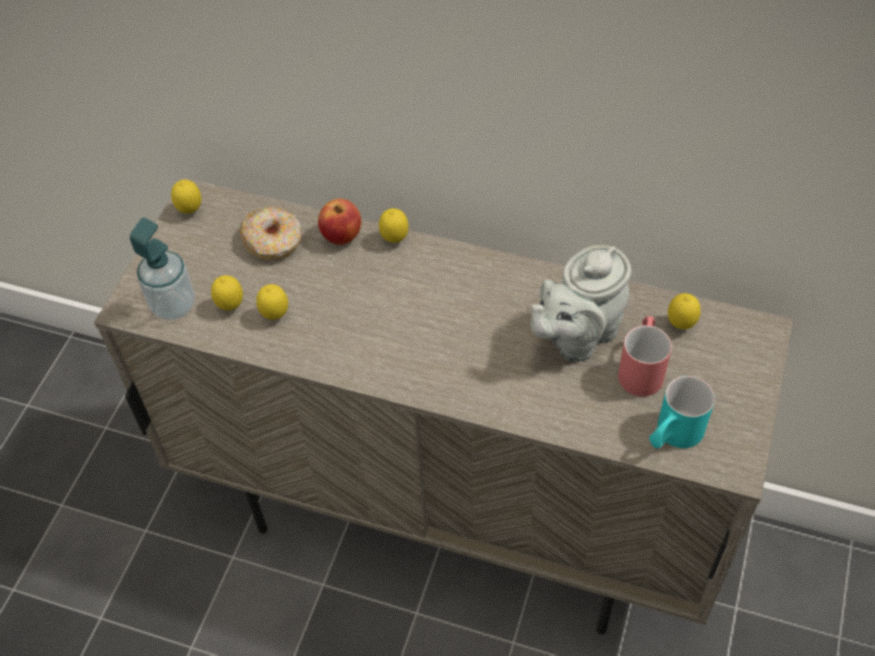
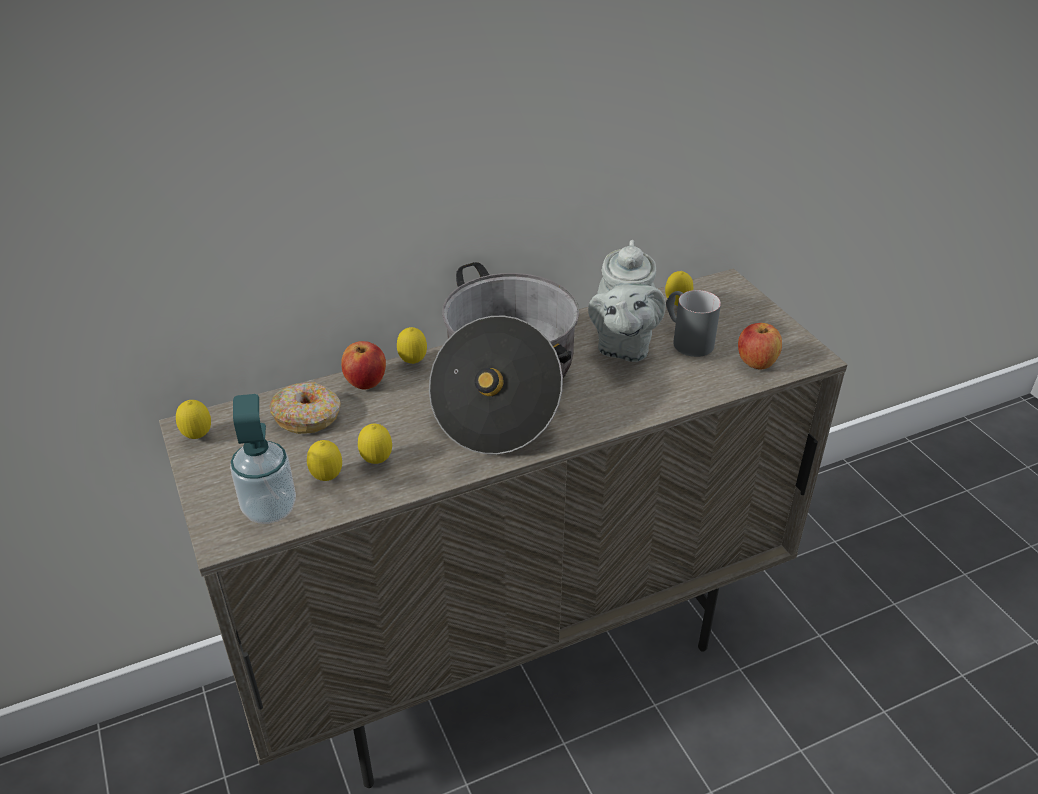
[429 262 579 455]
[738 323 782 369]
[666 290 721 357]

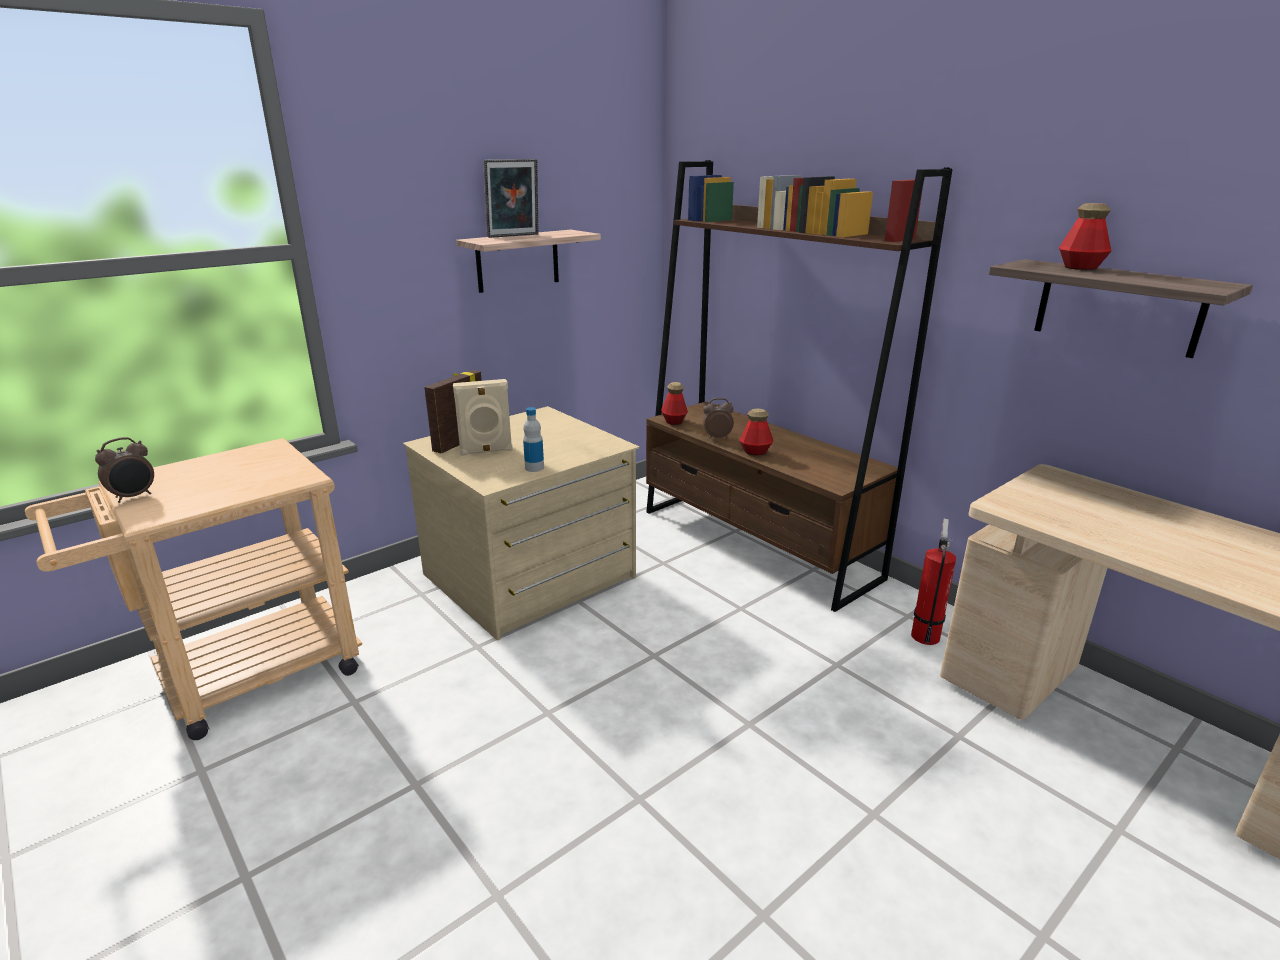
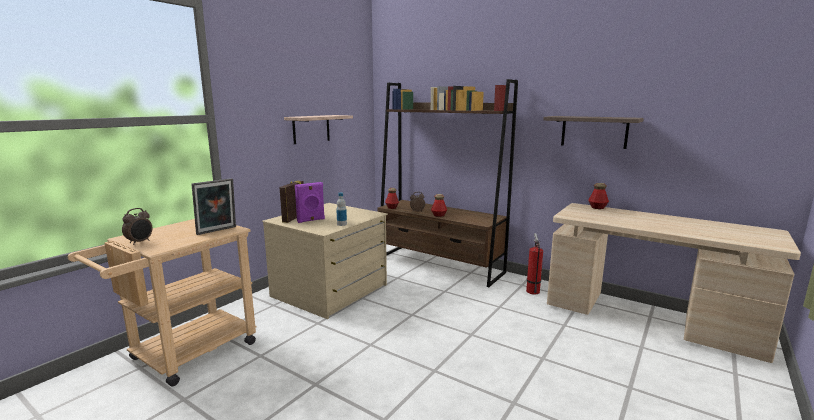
[191 178 236 235]
[588 183 609 209]
[295 182 325 223]

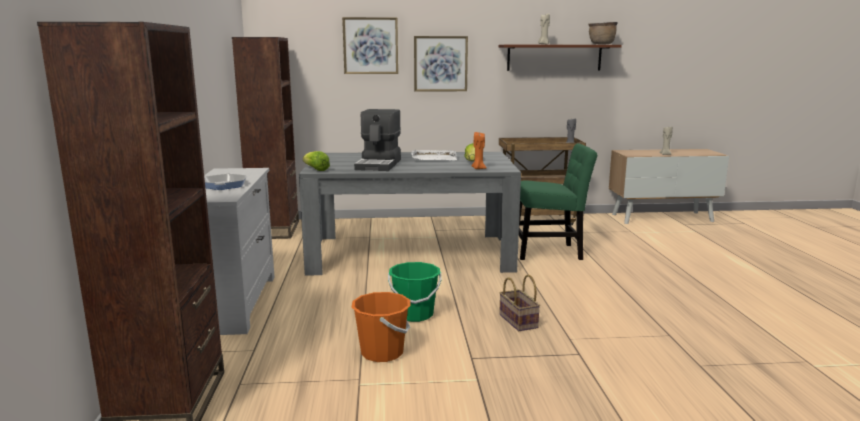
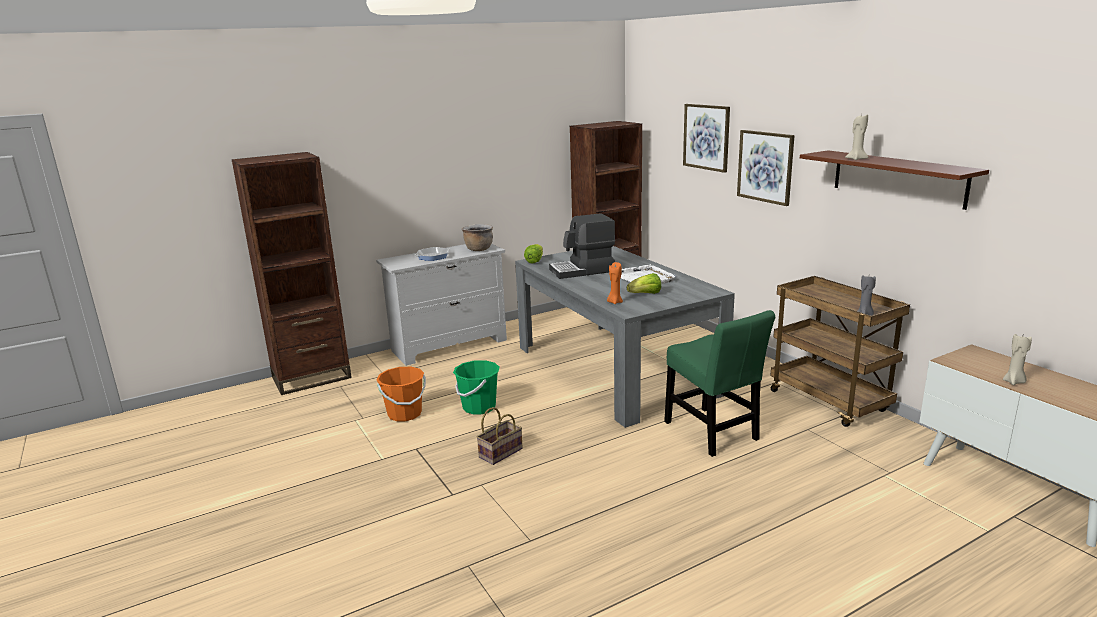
[462 224 493 251]

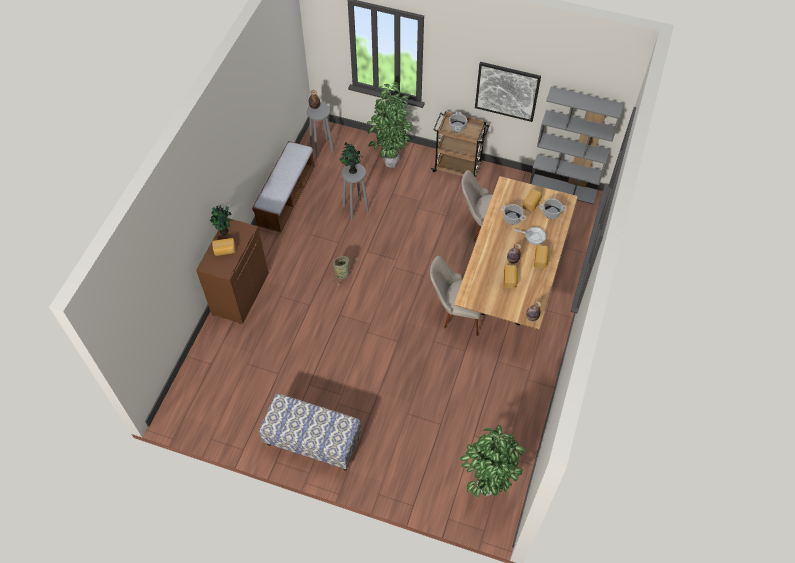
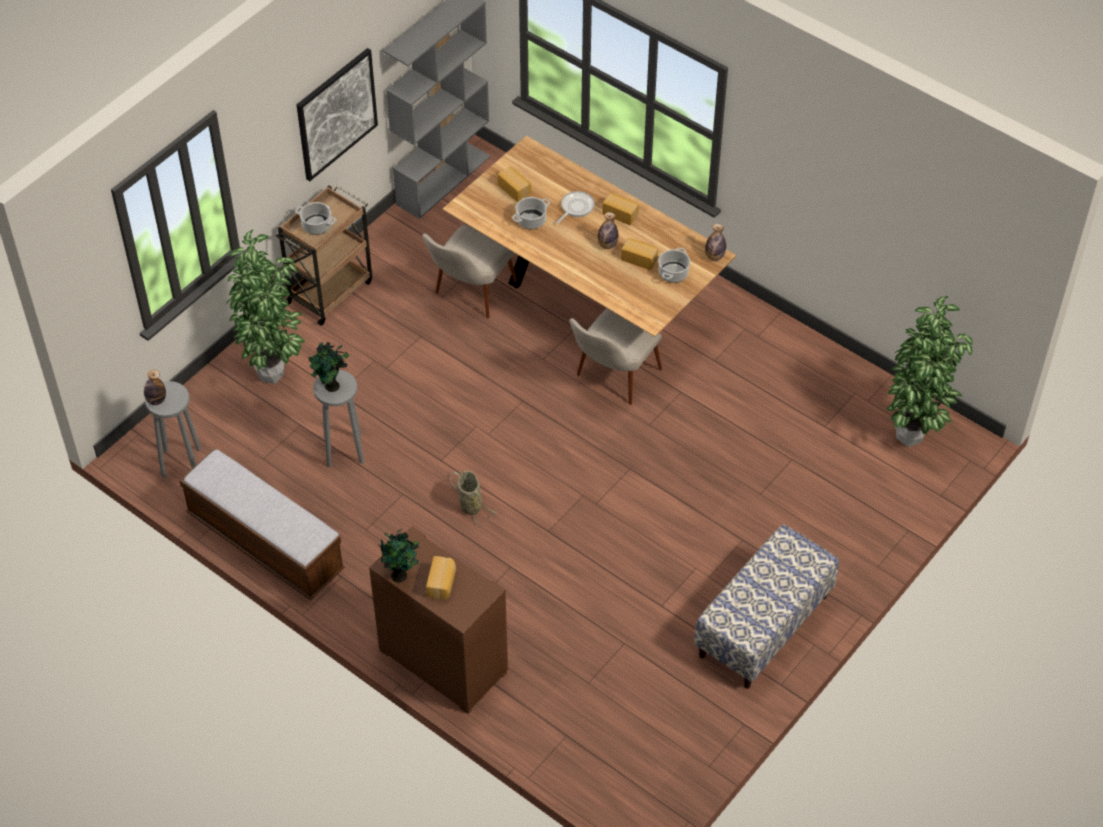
[658 247 690 283]

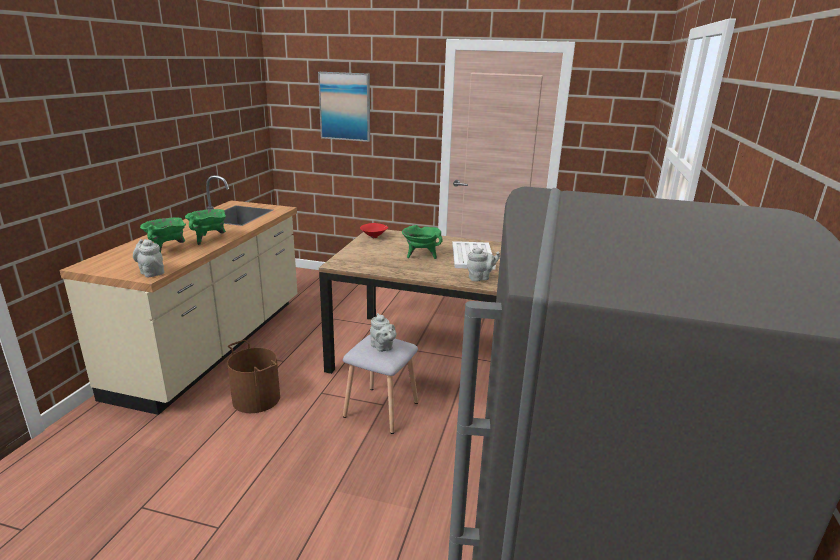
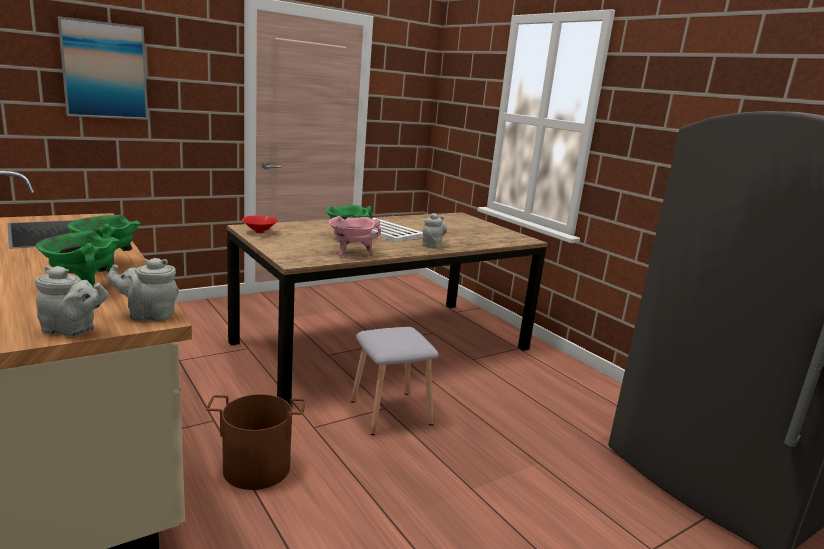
[329 216 381 256]
[35 266 109 336]

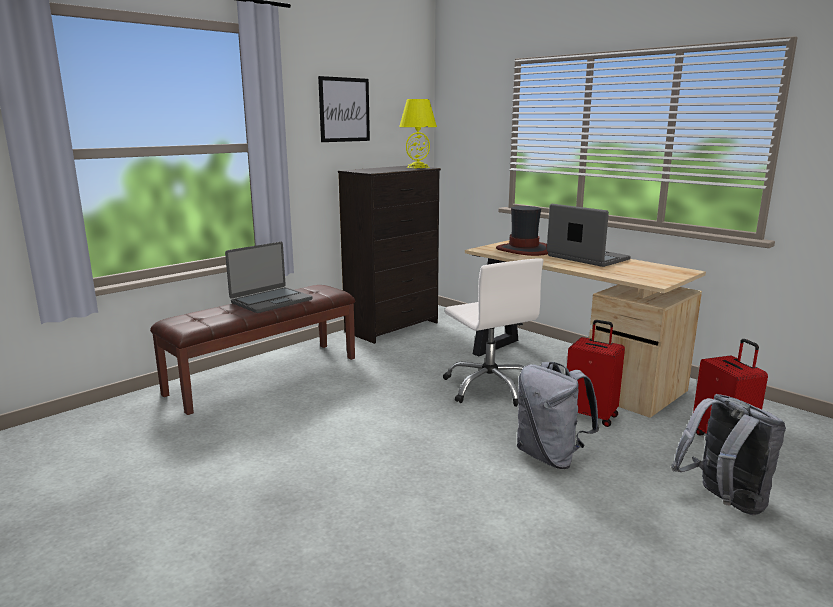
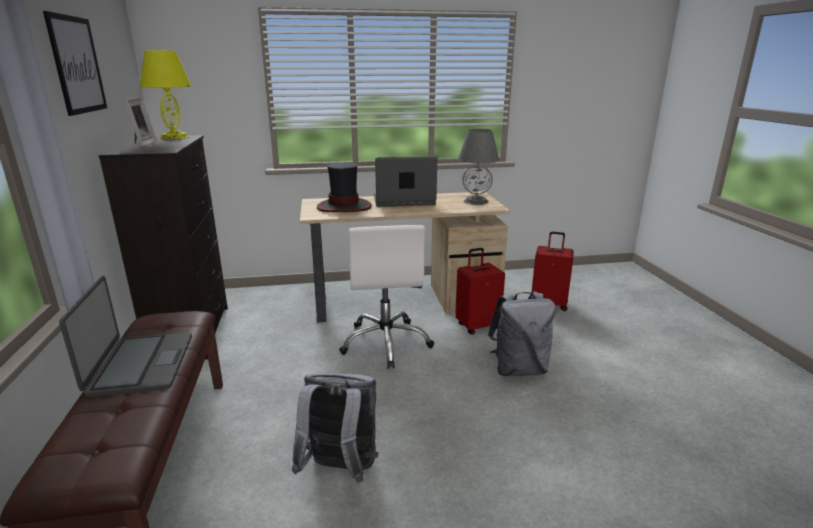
[124 97 157 147]
[458 129 499 205]
[292 373 378 483]
[339 225 434 369]

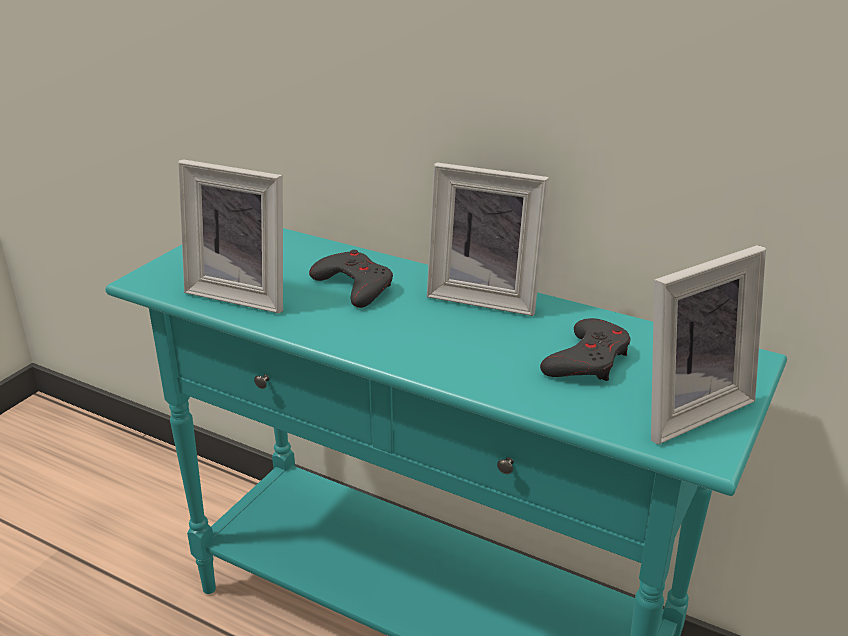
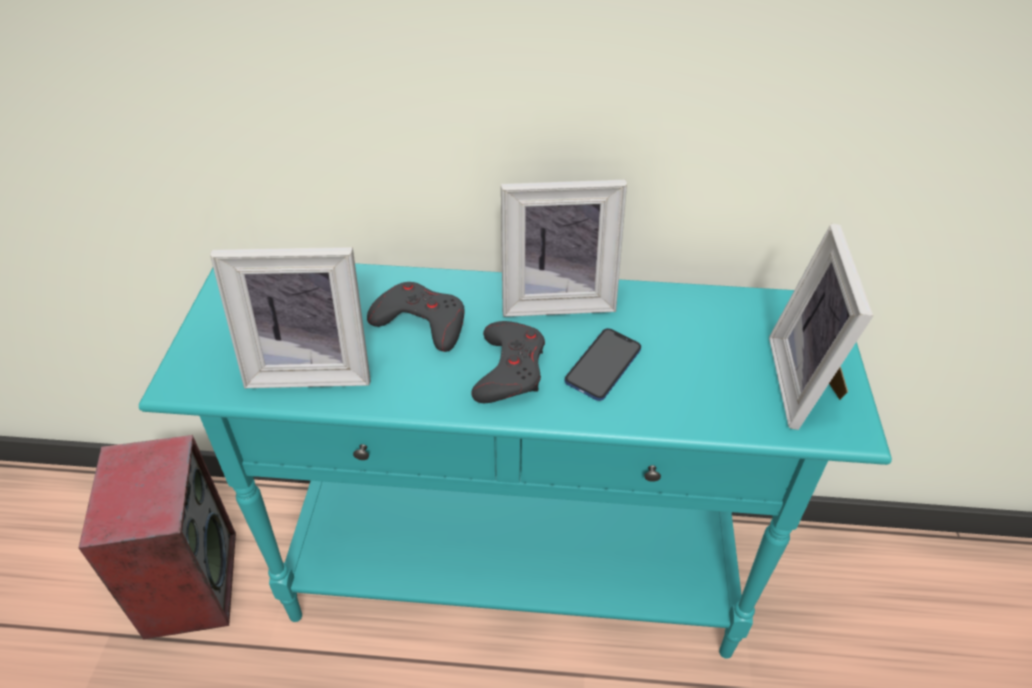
[79 435 236 639]
[565 328 641 401]
[472 321 545 403]
[769 224 874 430]

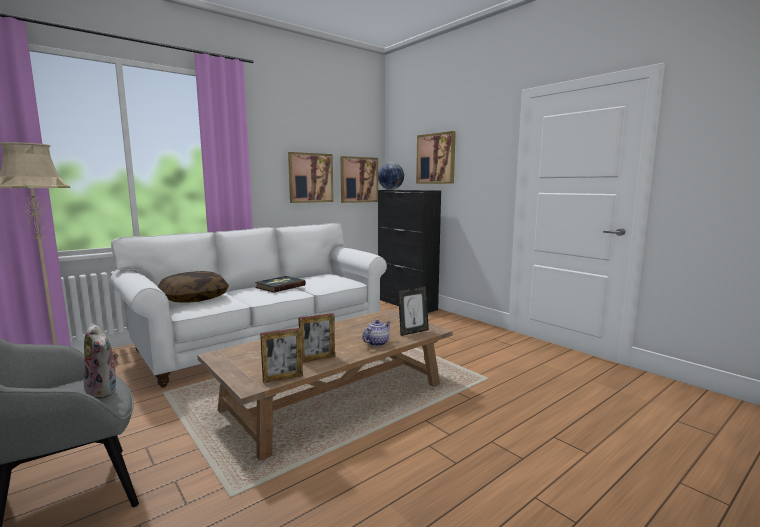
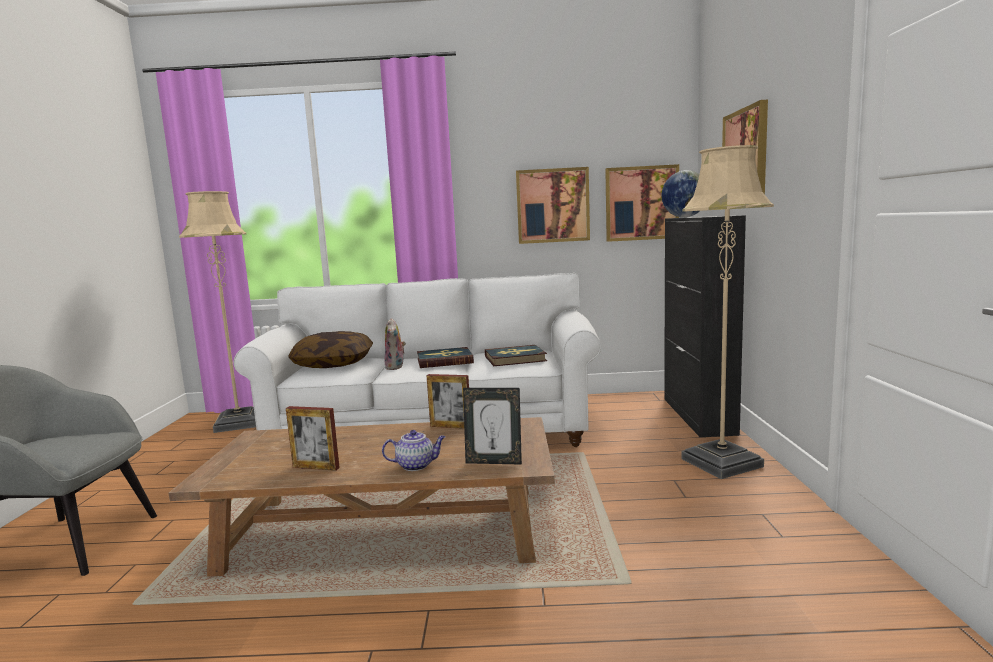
[485 345 547 366]
[681 145 774 479]
[384 318 406 370]
[427 374 469 429]

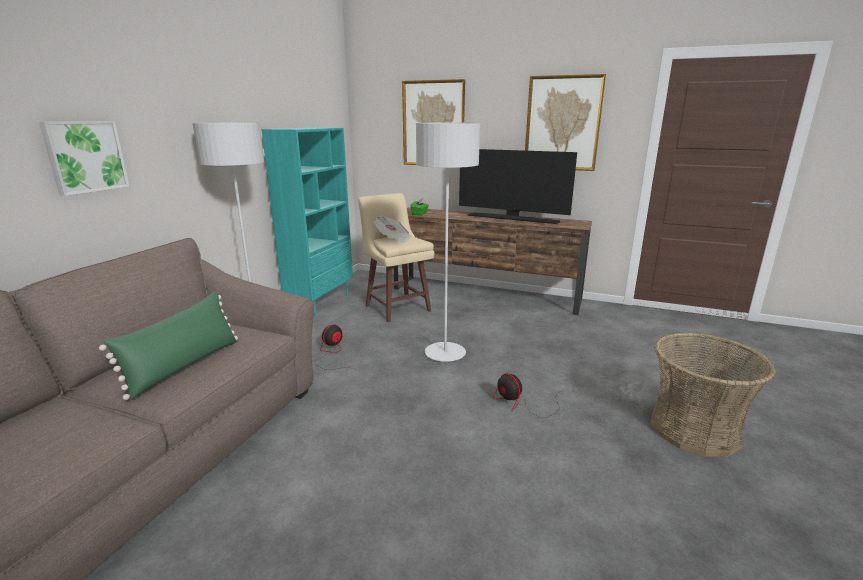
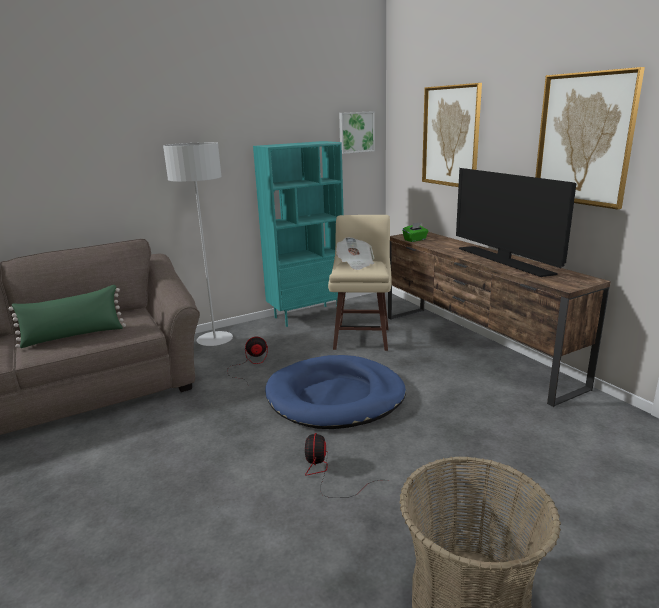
[339 111 375 154]
[265 355 406 429]

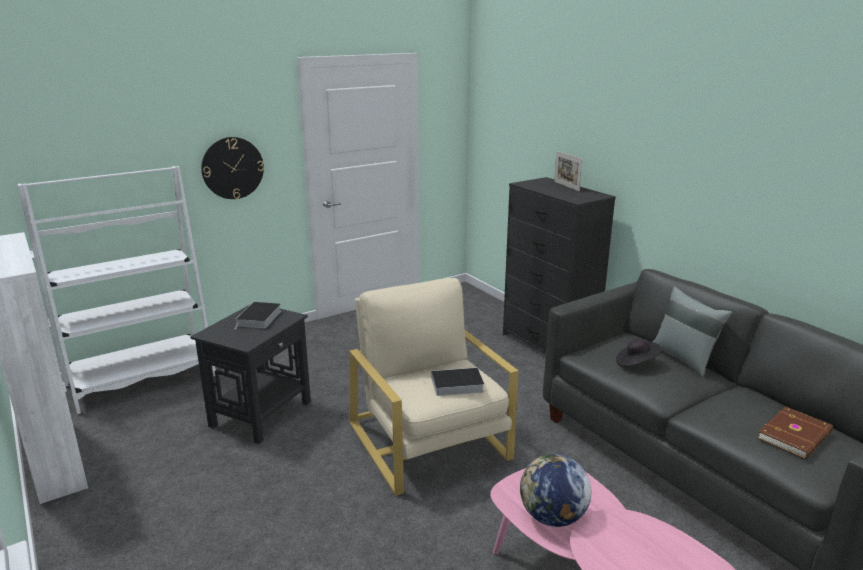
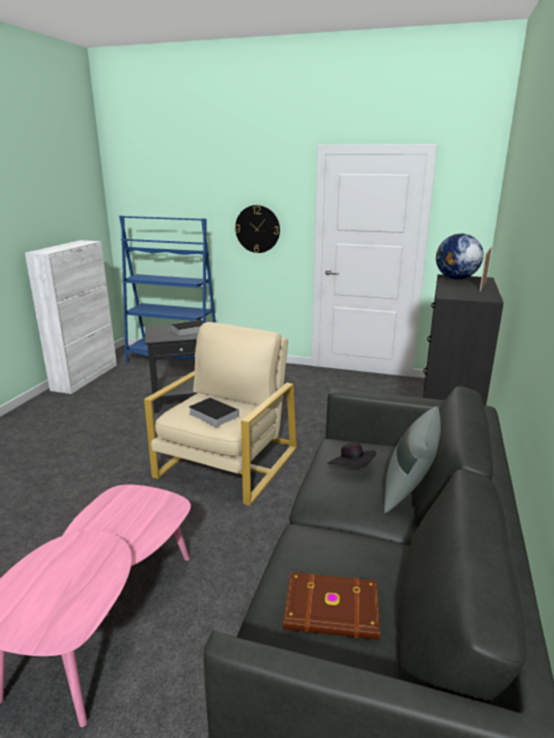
[436 234 483 279]
[119 215 216 363]

